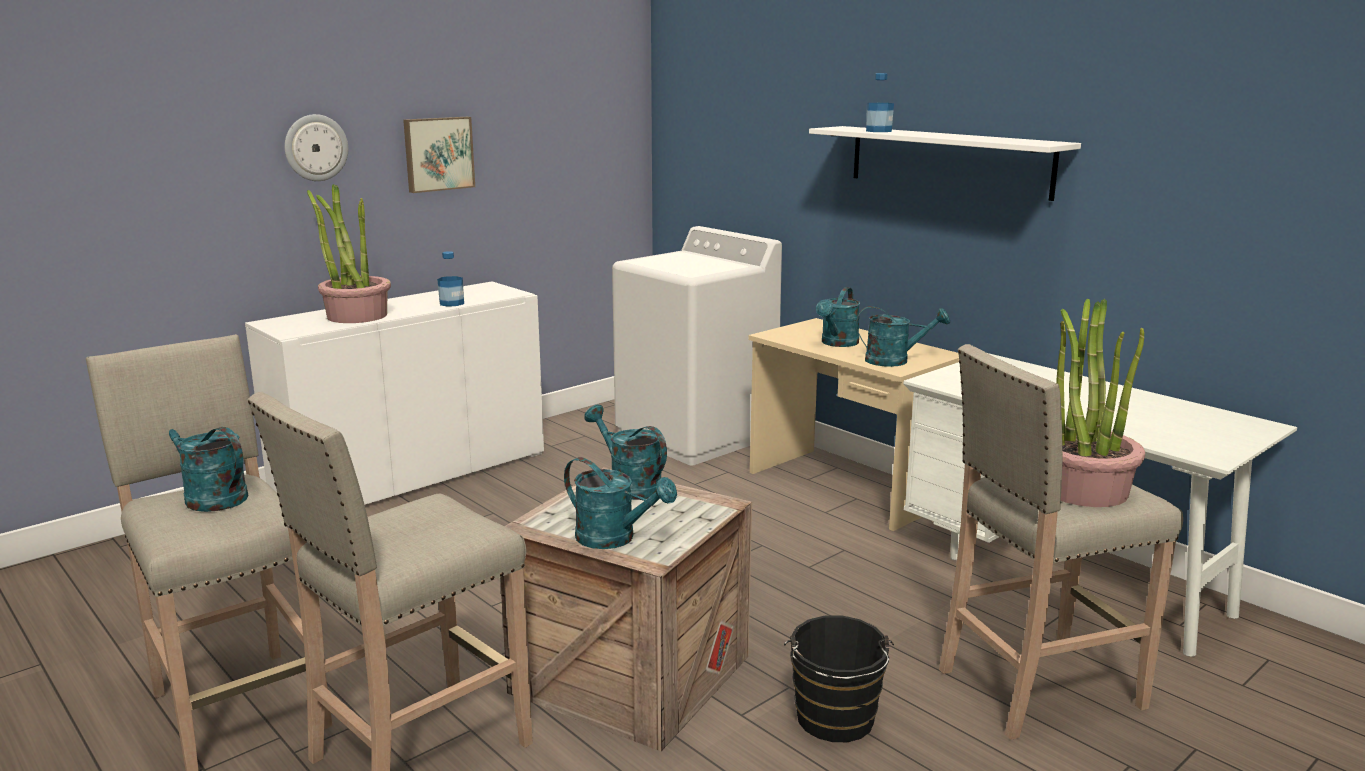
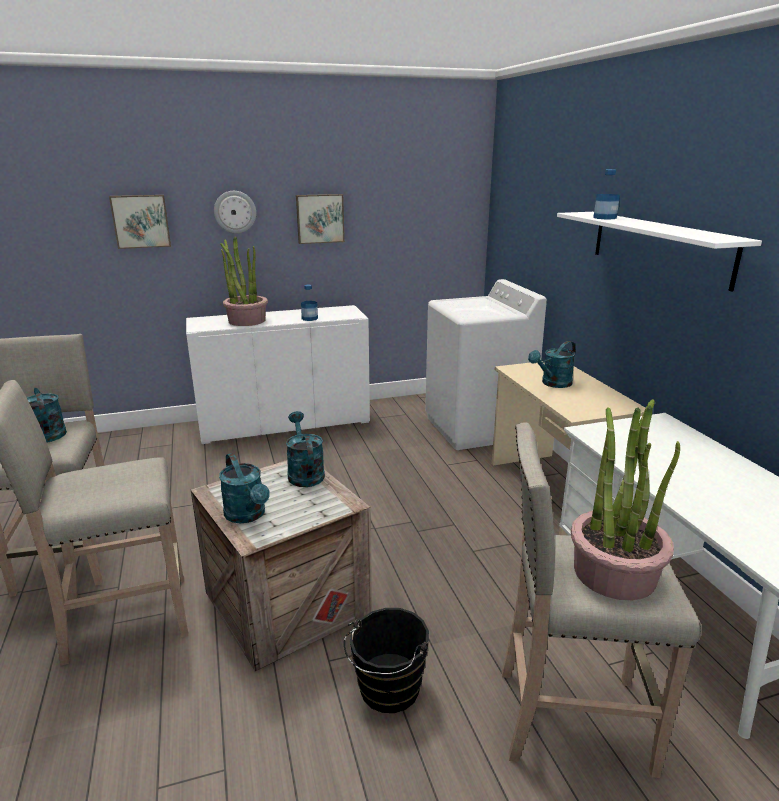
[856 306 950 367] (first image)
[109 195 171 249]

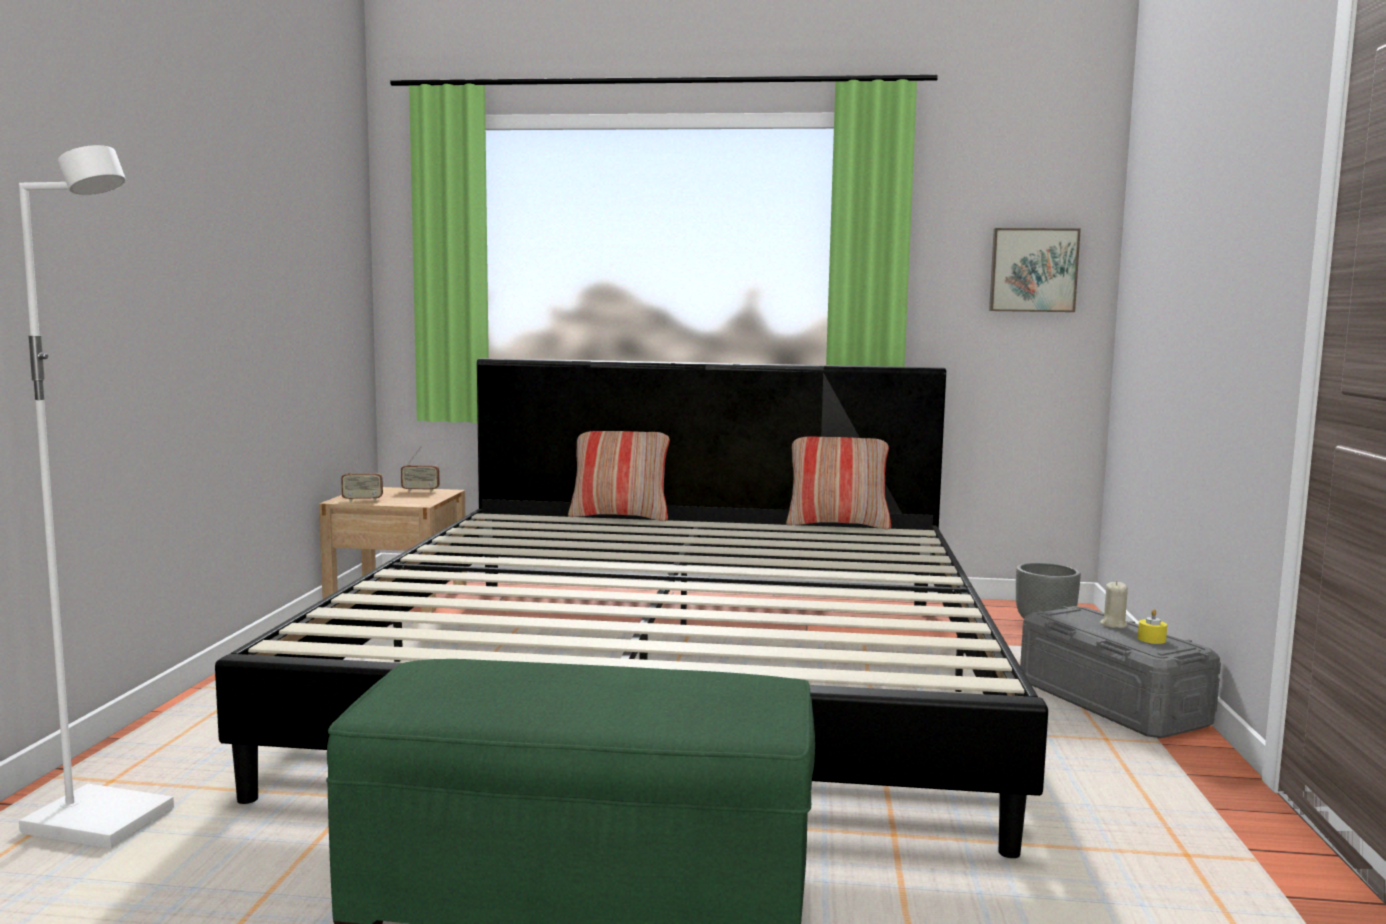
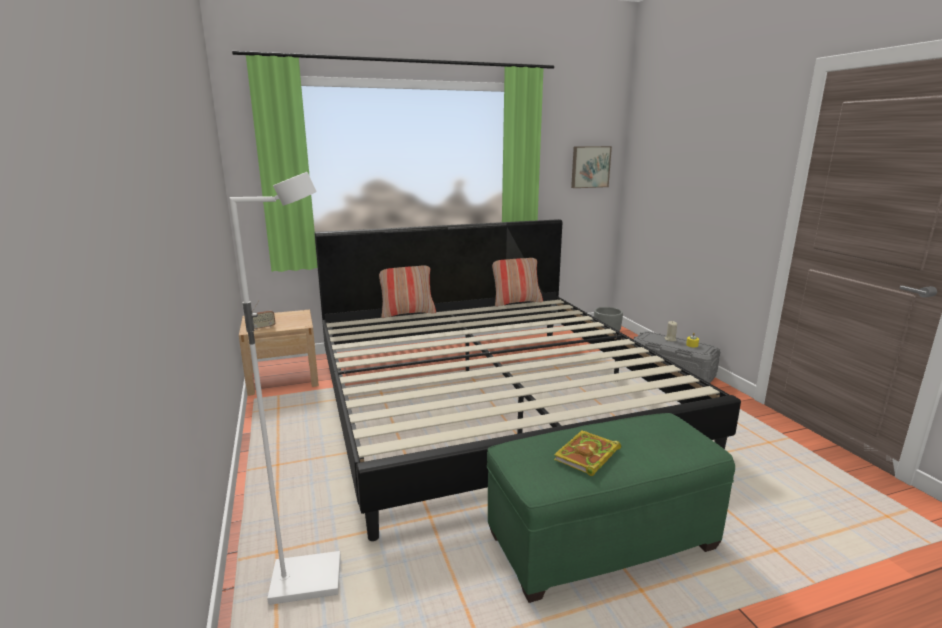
[401 446 440 492] (first image)
[554 430 621 476]

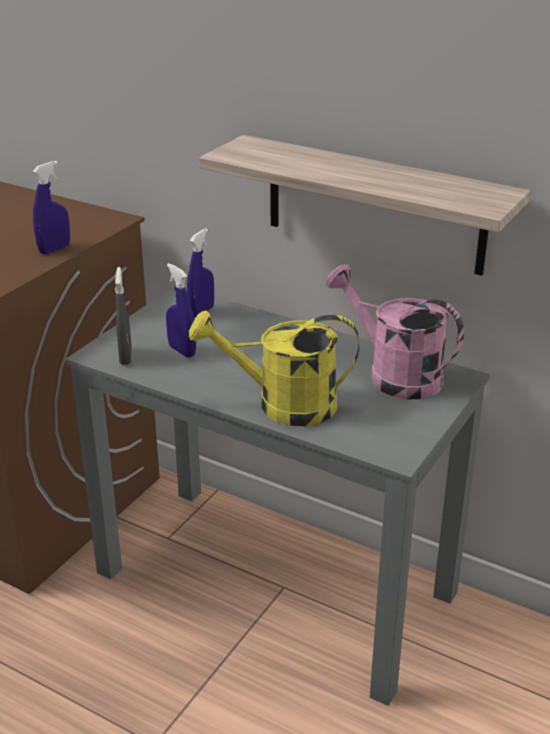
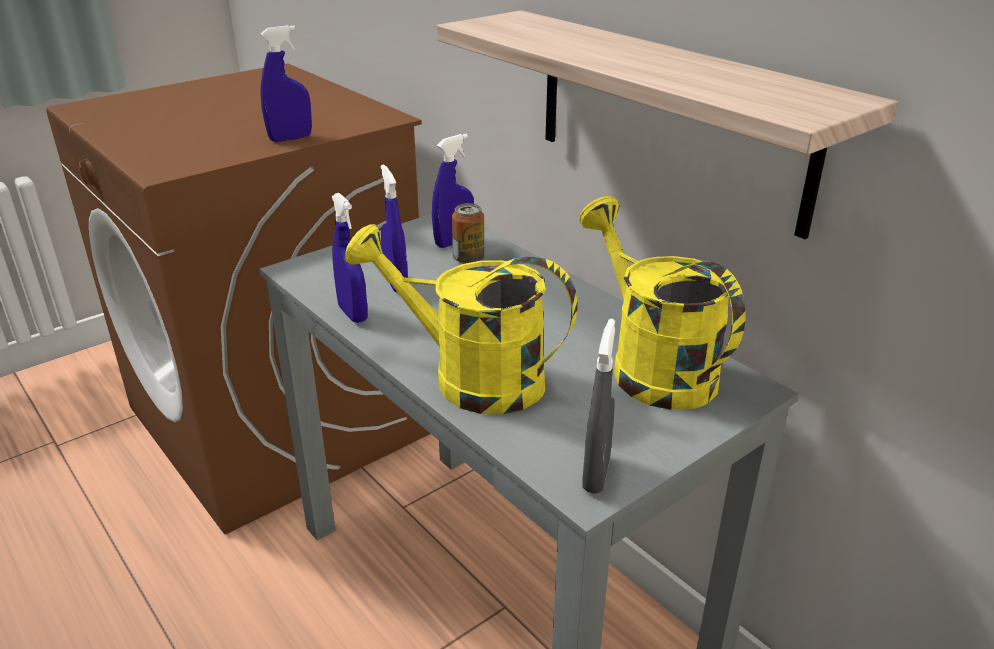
[332 193 368 323]
[452 203 484 264]
[582 319 615 494]
[579 196 746 410]

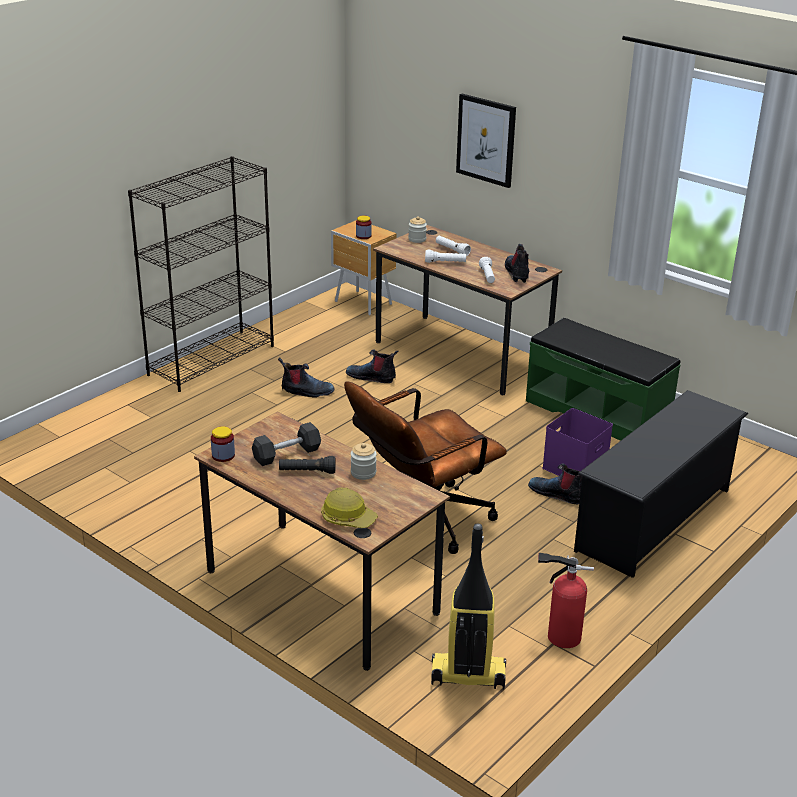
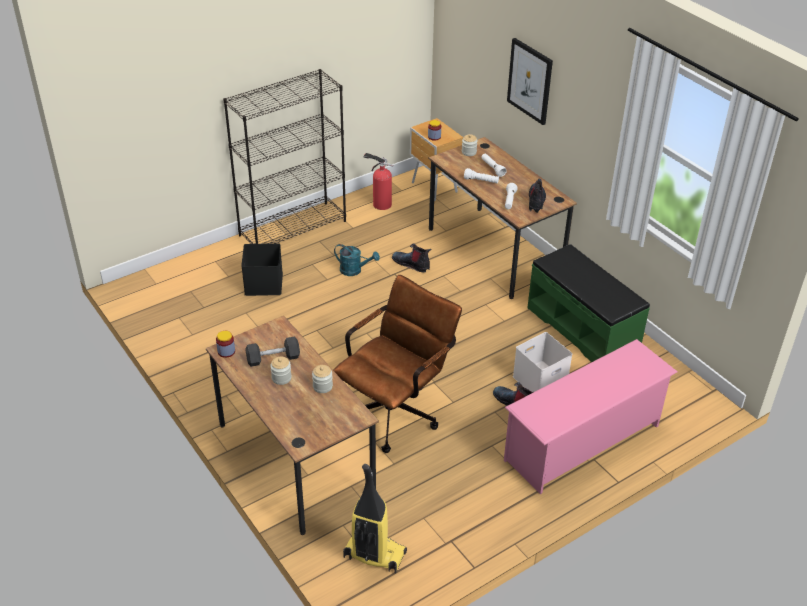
[321 488 378 528] (first image)
[241 243 283 296]
[363 153 394 210]
[334 244 380 276]
[270 357 292 385]
[513 332 572 392]
[504 339 678 494]
[333 275 462 453]

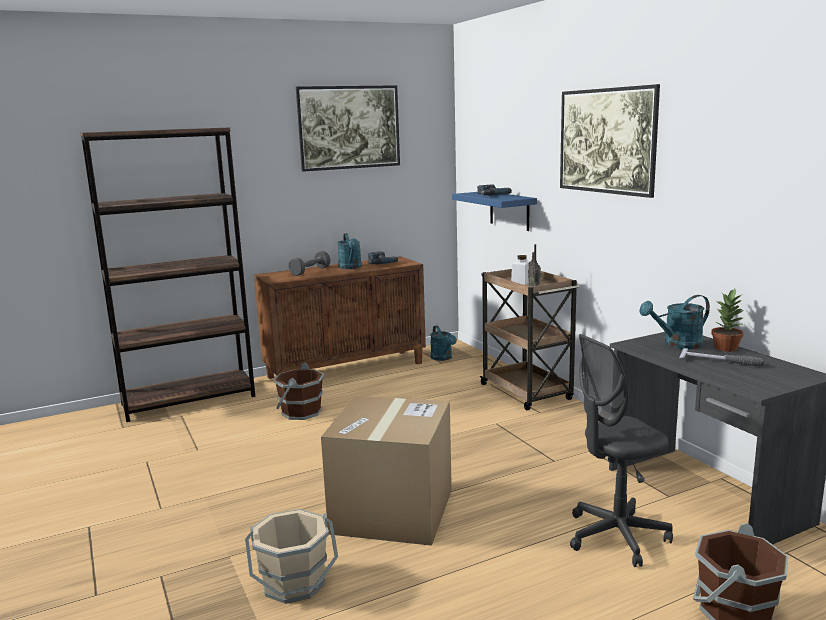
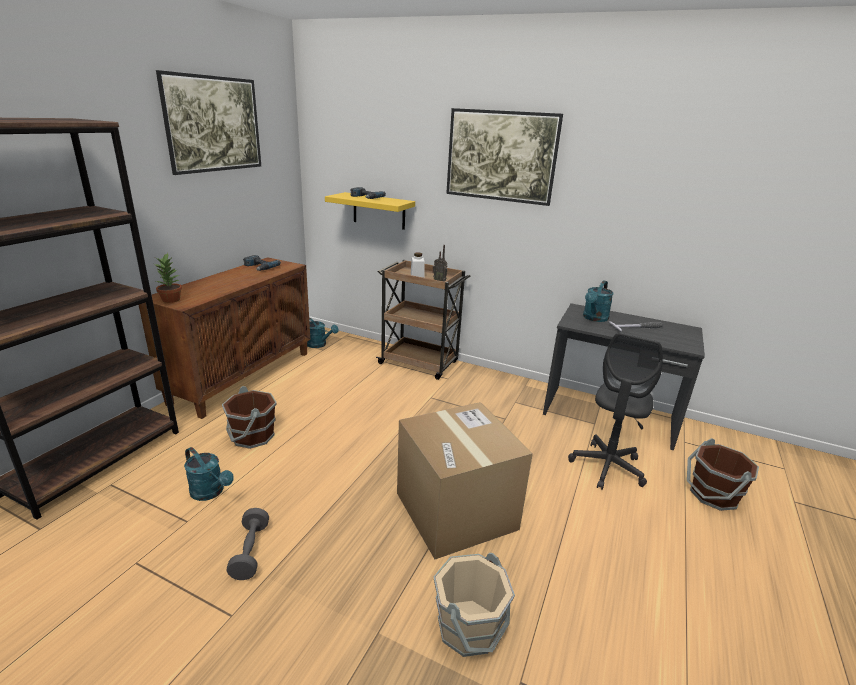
[226 508 269 580]
[184 447 234 501]
[154 253 182 303]
[325 192 415 230]

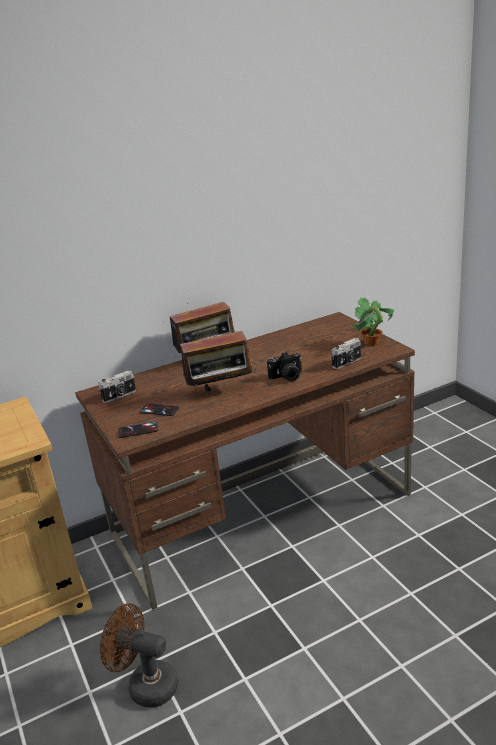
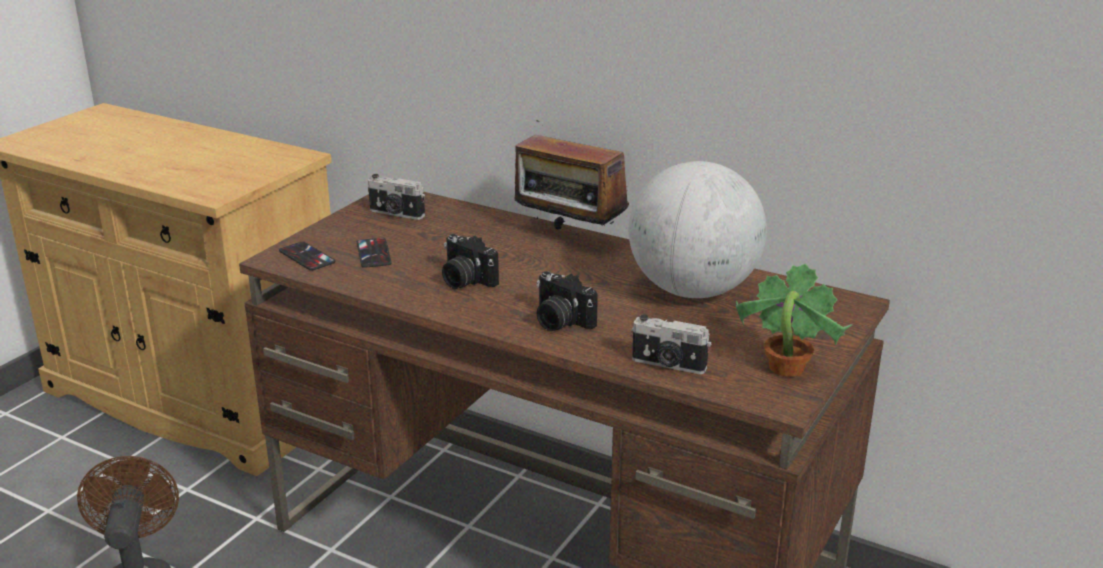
[629 161 767 298]
[442 234 499 289]

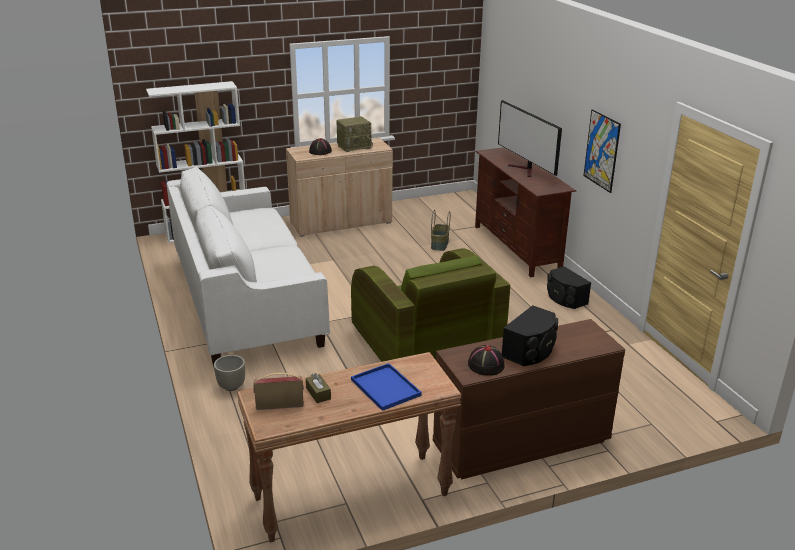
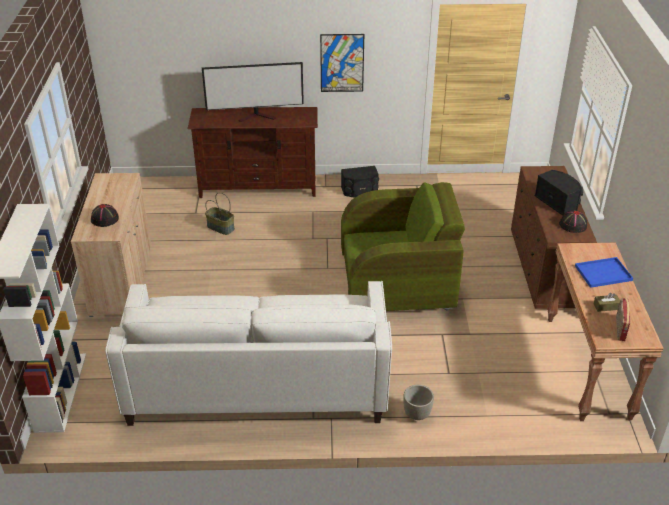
[336 116 373 152] (first image)

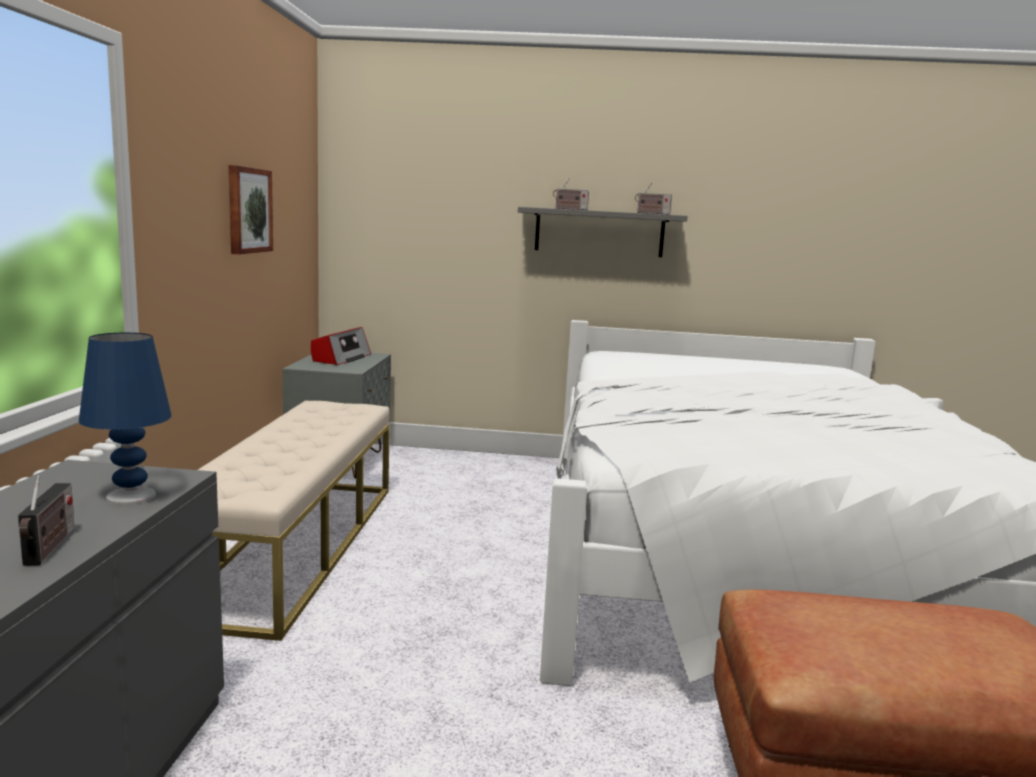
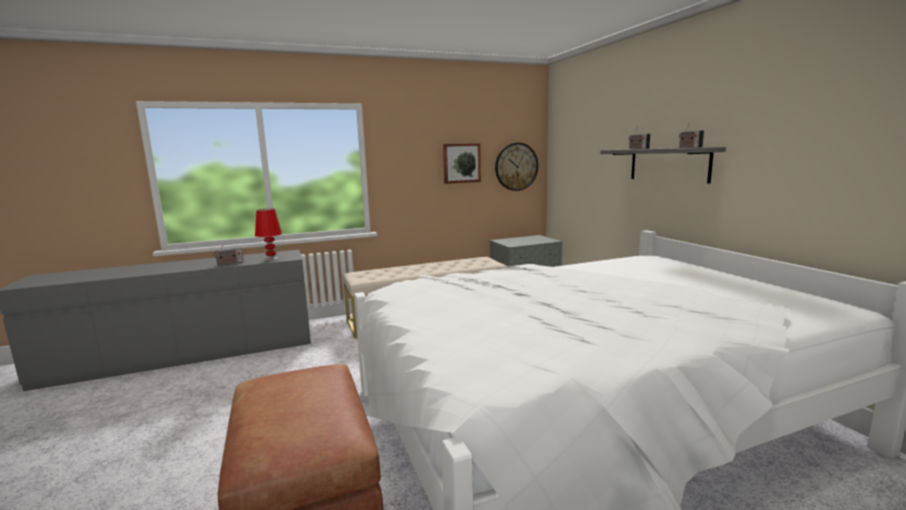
[311 327 371 365] (first image)
[495 143 538 191]
[255 209 282 261]

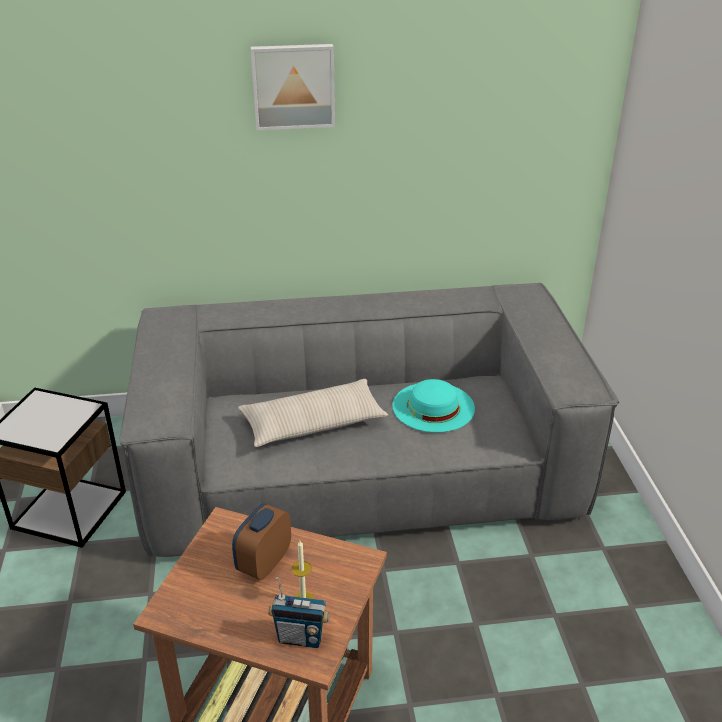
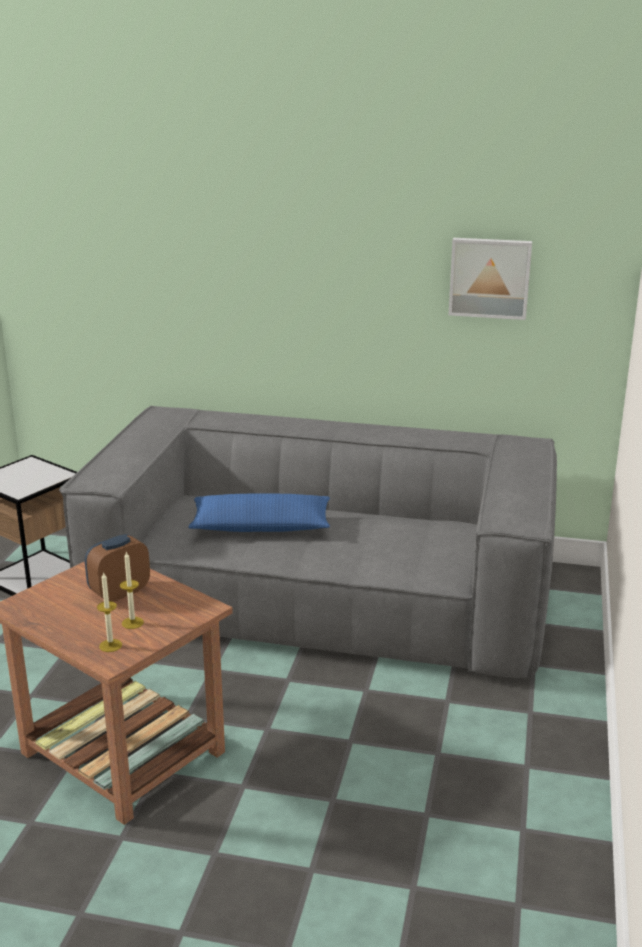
[392 379 475 433] (first image)
[449 238 532 320]
[97 572 122 652]
[188 493 330 532]

